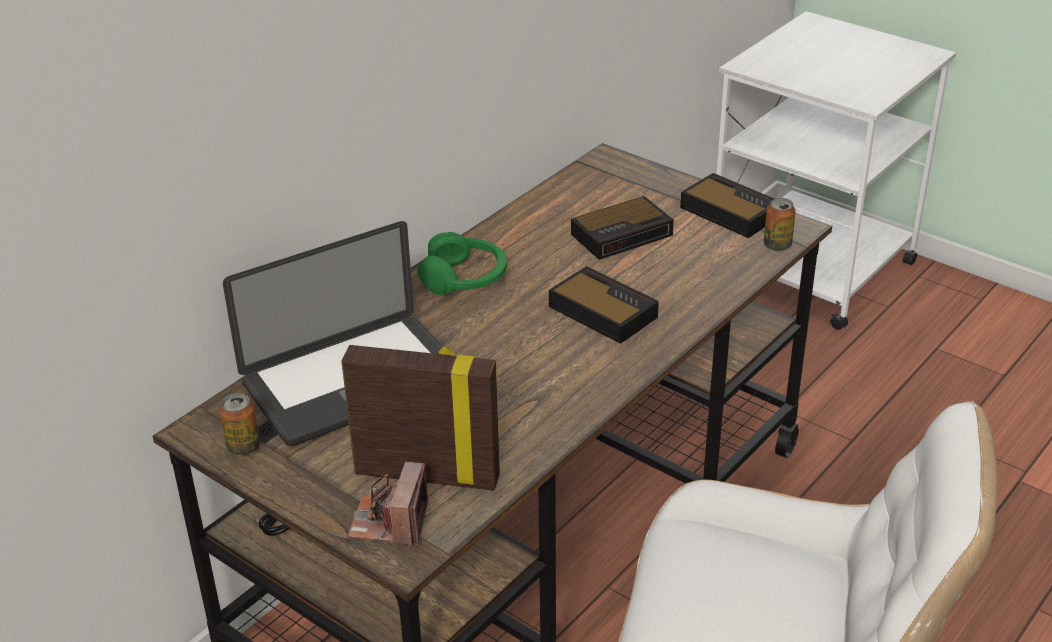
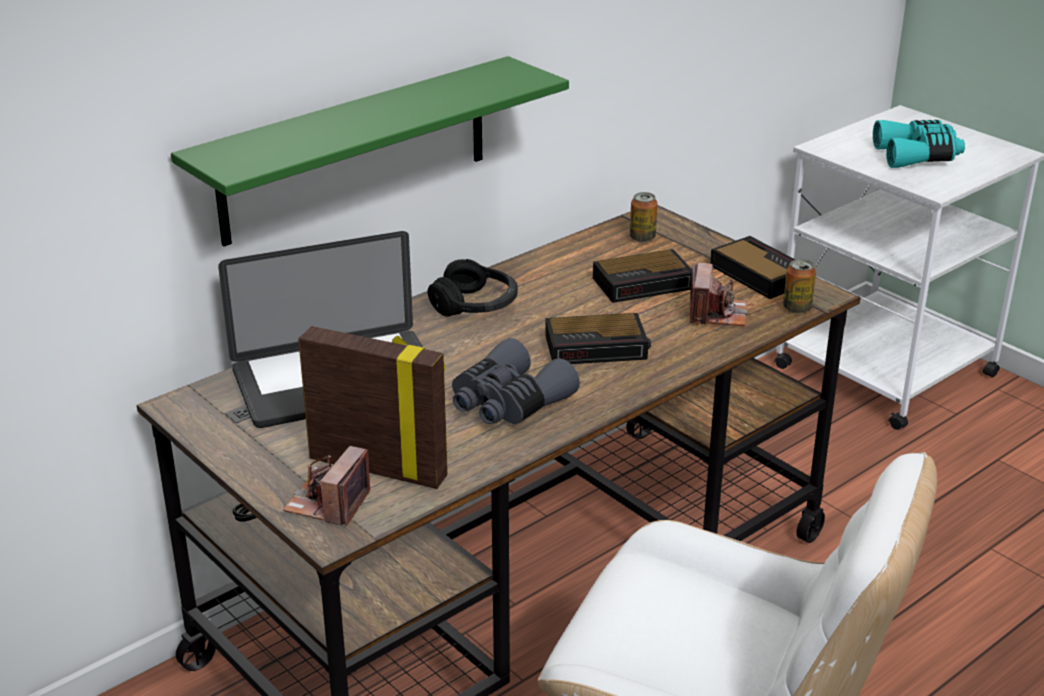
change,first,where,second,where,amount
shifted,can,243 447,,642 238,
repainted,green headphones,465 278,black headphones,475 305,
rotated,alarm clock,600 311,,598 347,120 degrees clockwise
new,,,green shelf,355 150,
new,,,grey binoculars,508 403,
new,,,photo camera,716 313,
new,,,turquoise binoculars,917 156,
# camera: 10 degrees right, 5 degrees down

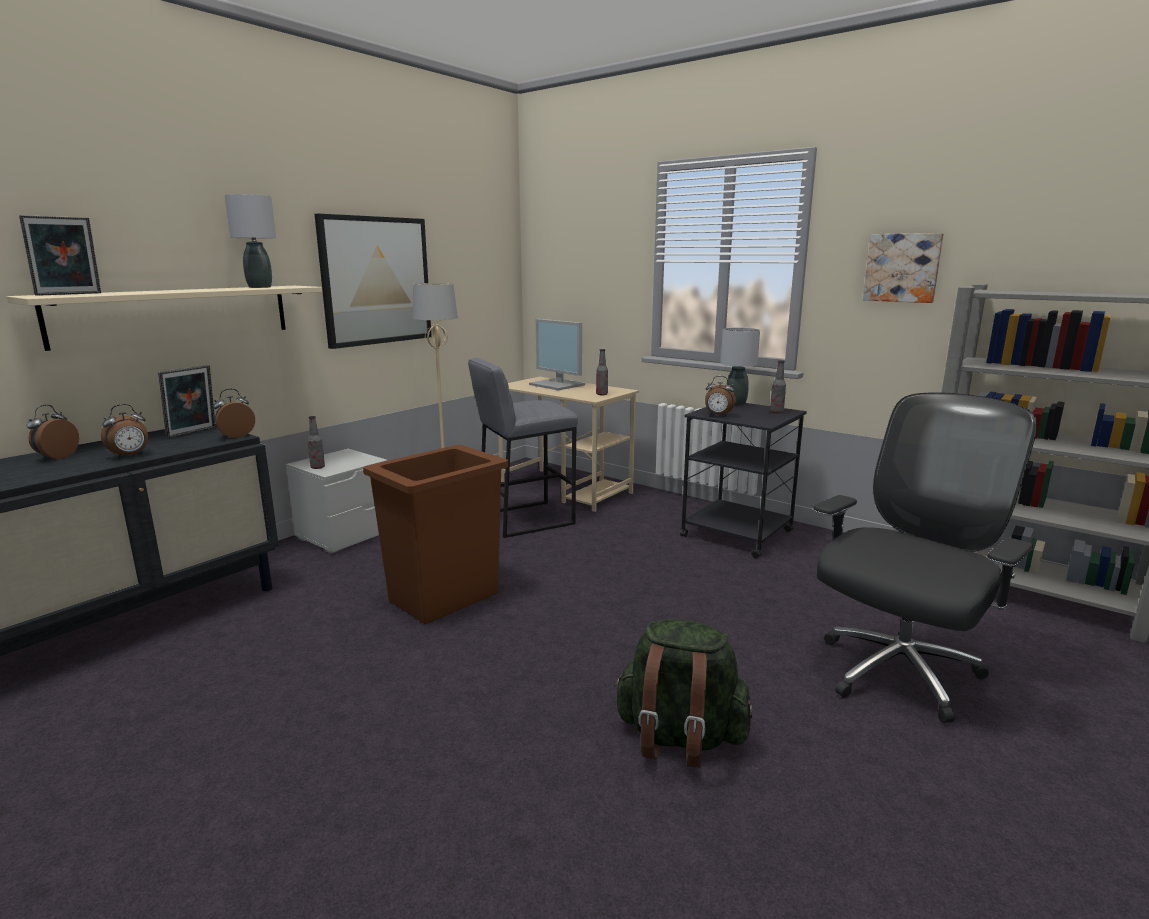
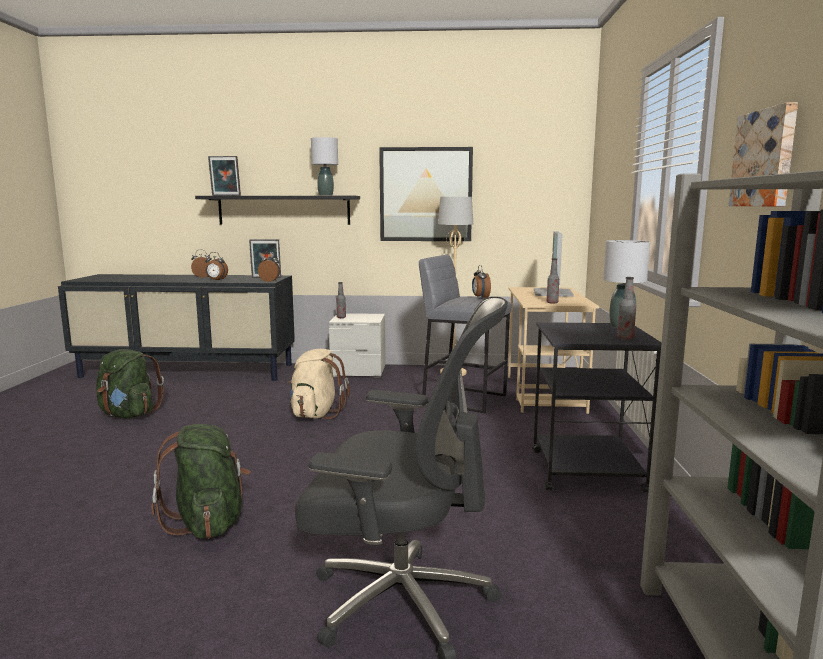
change,first,where,second,where,amount
repainted,beige shelf,175 314,black shelf,284 210,
swapped,brown trash can,445 596,beige backpack,316 414,
shifted,alarm clock,718 415,,480 297,
new,,,green backpack,129 415,
# camera: 55 degrees right, 5 degrees down

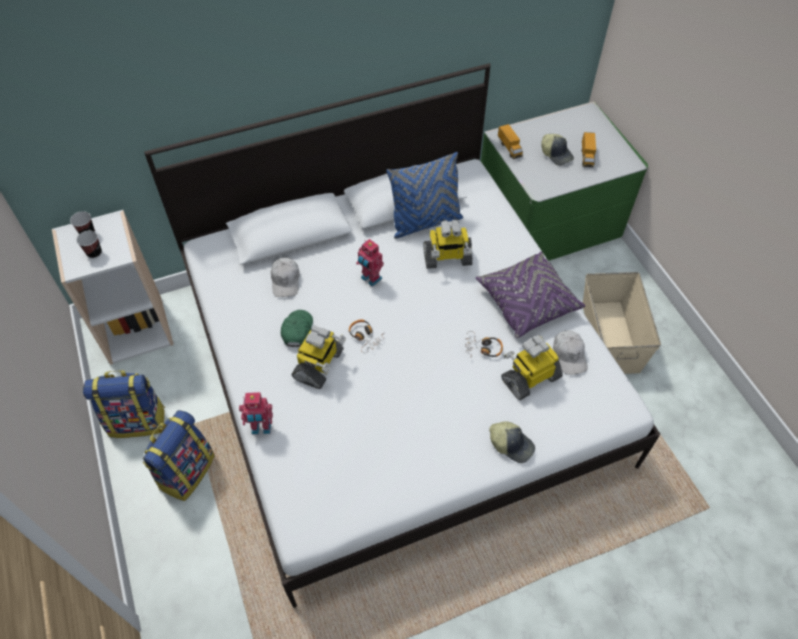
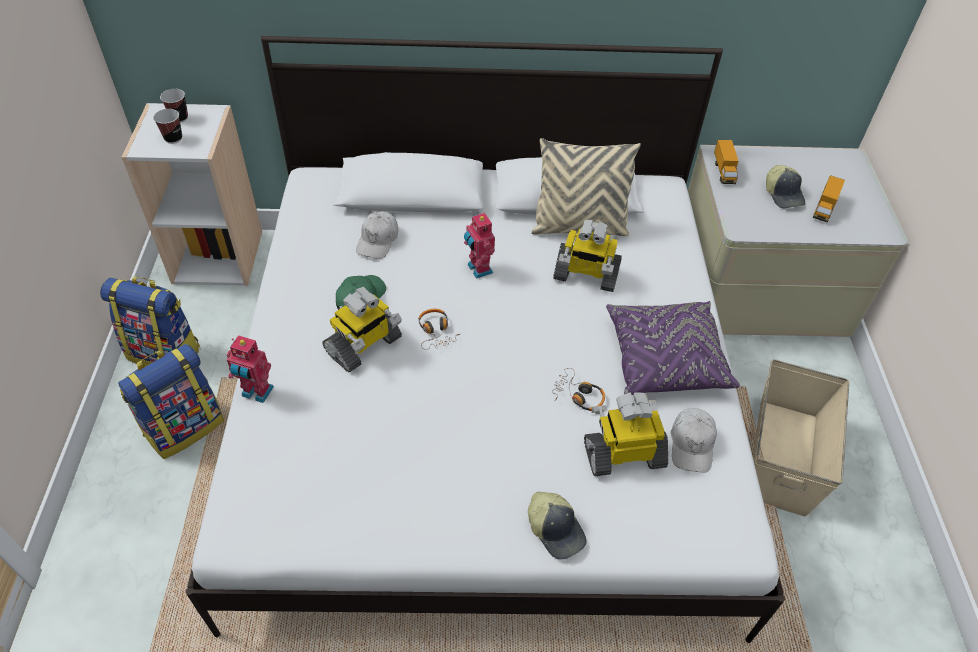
change,first,where,second,where,amount
repainted,blue pillow,425 222,beige pillow,579 227,
repainted,green nightstand,548 221,beige nightstand,758 289,
# camera: 20 degrees right, 5 degrees down

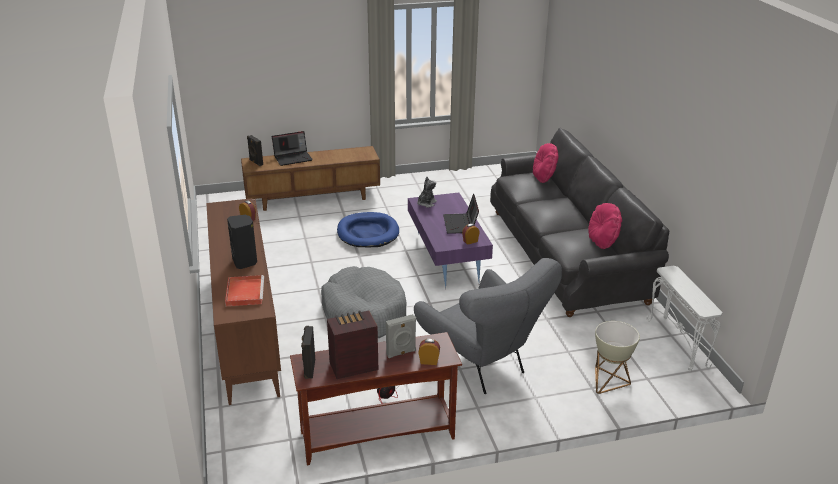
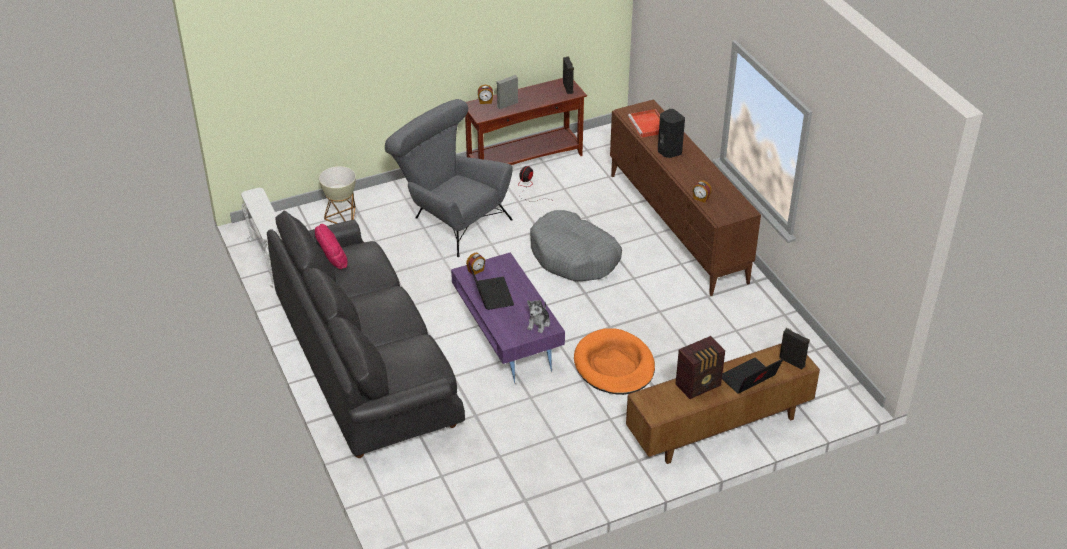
change,first,where,second,where,amount
shifted,radio,352 366,,699 385,
repainted,blue dog bed,368 233,orange dog bed,614 365,
gone,pink pillow,544 178,,,
# camera: 170 degrees right, 10 degrees up

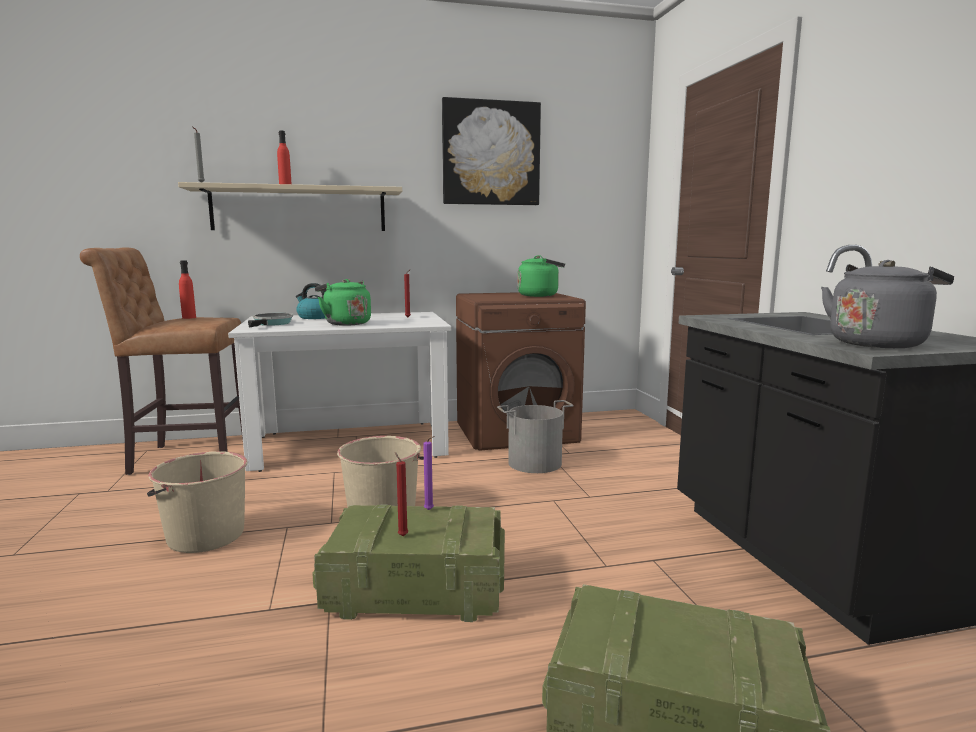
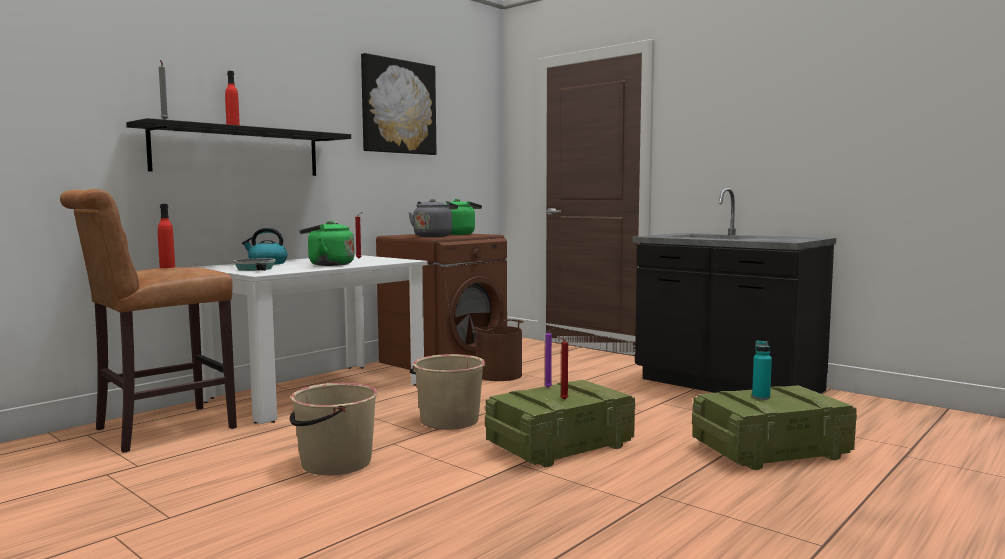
change,first,where,second,where,amount
repainted,beige shelf,299 209,black shelf,238 152,
repainted,grey bucket,534 463,brown bucket,498 375,
shifted,grey kettle,878 343,,433 236,
new,,,turquoise bottle,761 397,
# camera: 35 degrees left, 5 degrees down

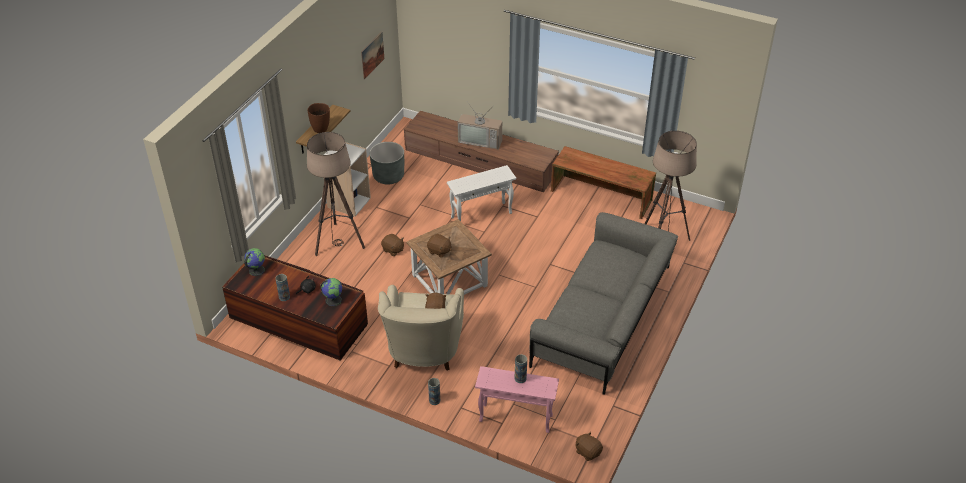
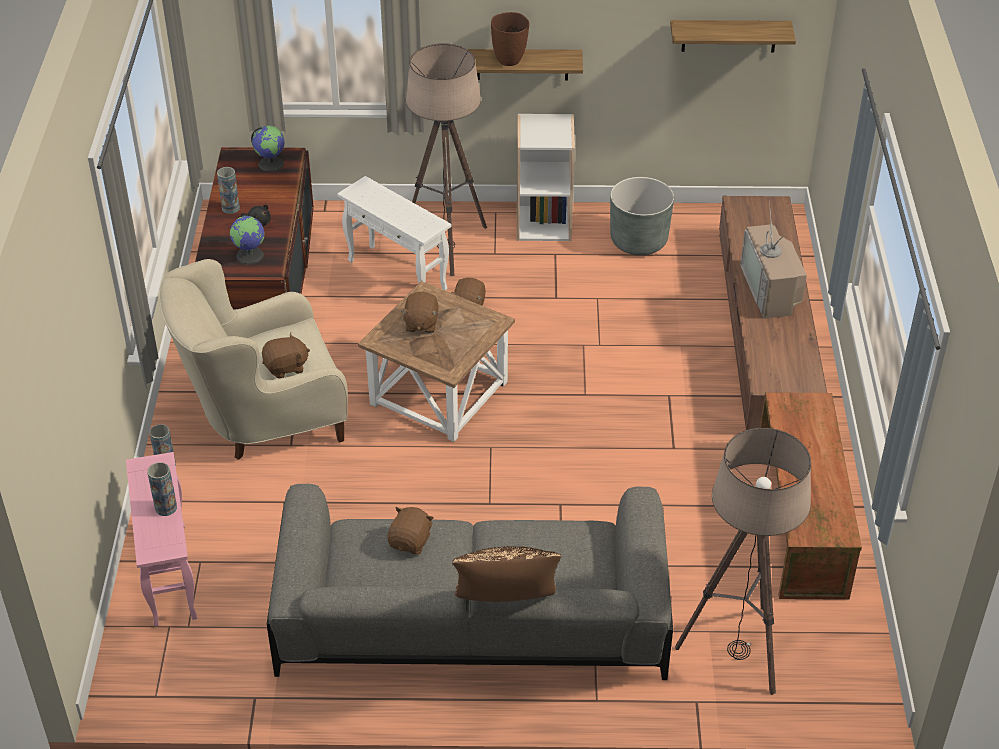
change,first,where,second,where,amount
swapped,picture,372 55,shelf,729 35,
shifted,white side table,481 215,,397 275,
shifted,brown plush toy,588 452,,411 541,
new,,,brown pillow,505 606,
# camera: 65 degrees right, 0 degrees up

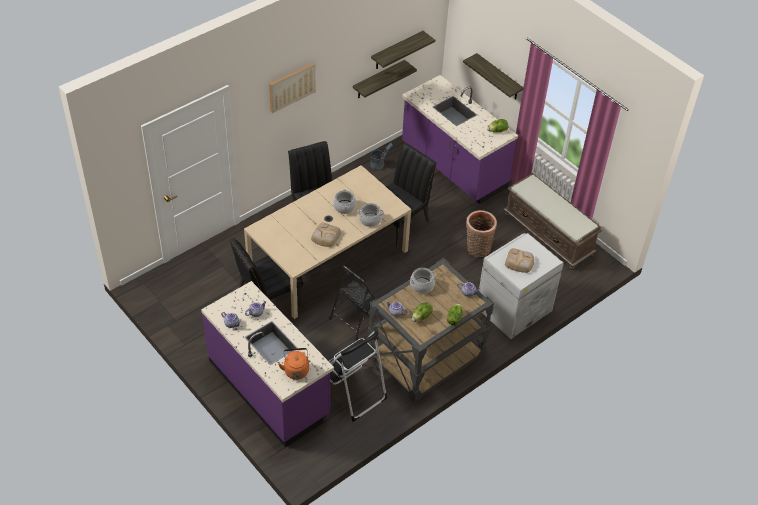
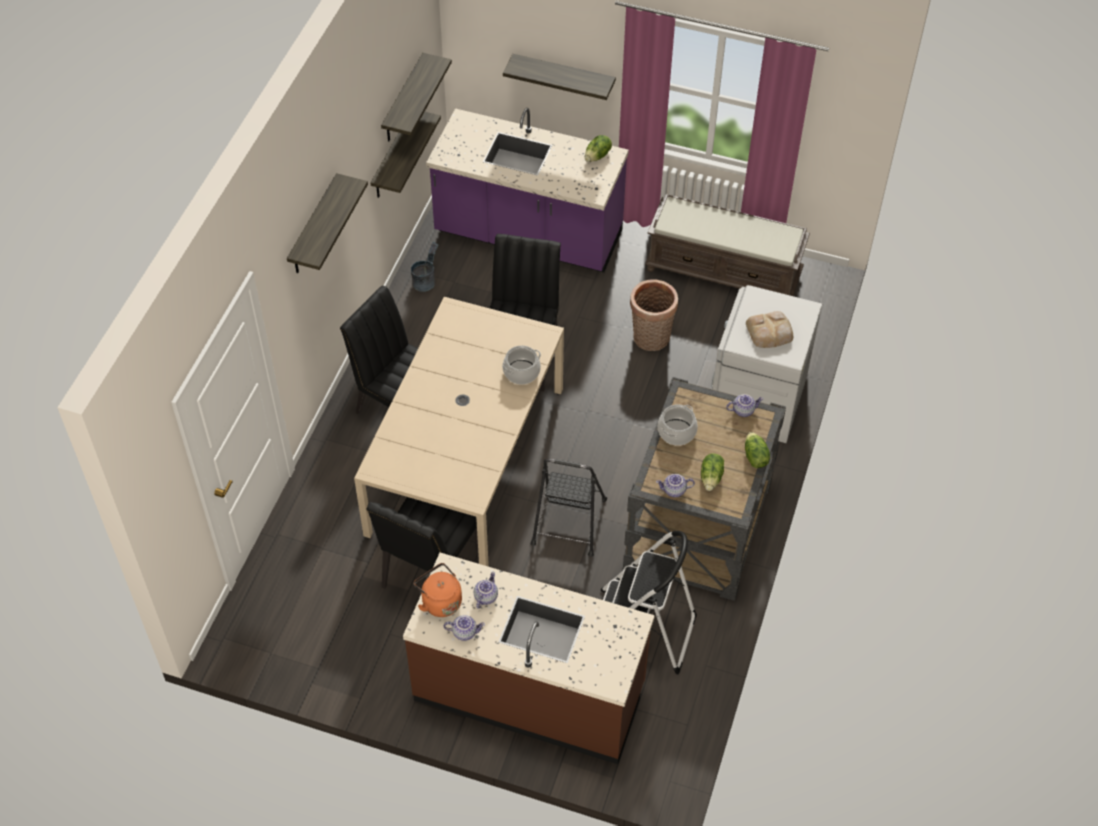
change,first,where,second,where,amount
repainted,purple counter,269 387,brown counter,530 691,
swapped,picture,291 86,shelf,313 227,
shifted,orange kettle,296 370,,440 601,
gone,bread,325 236,,,
gone,cooking pot,344 207,,,
# camera: 30 degrees left, 5 degrees up

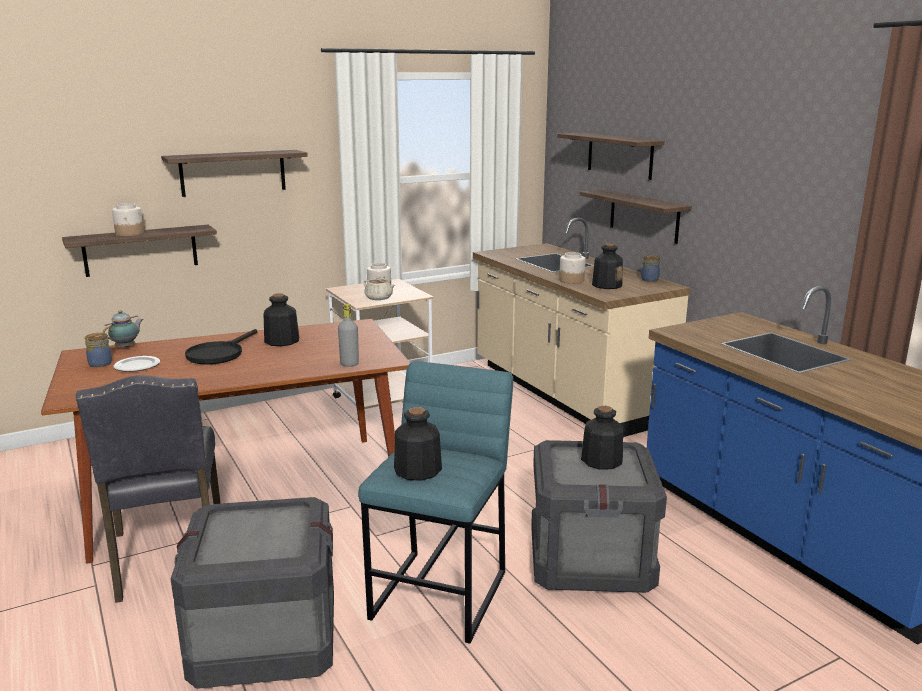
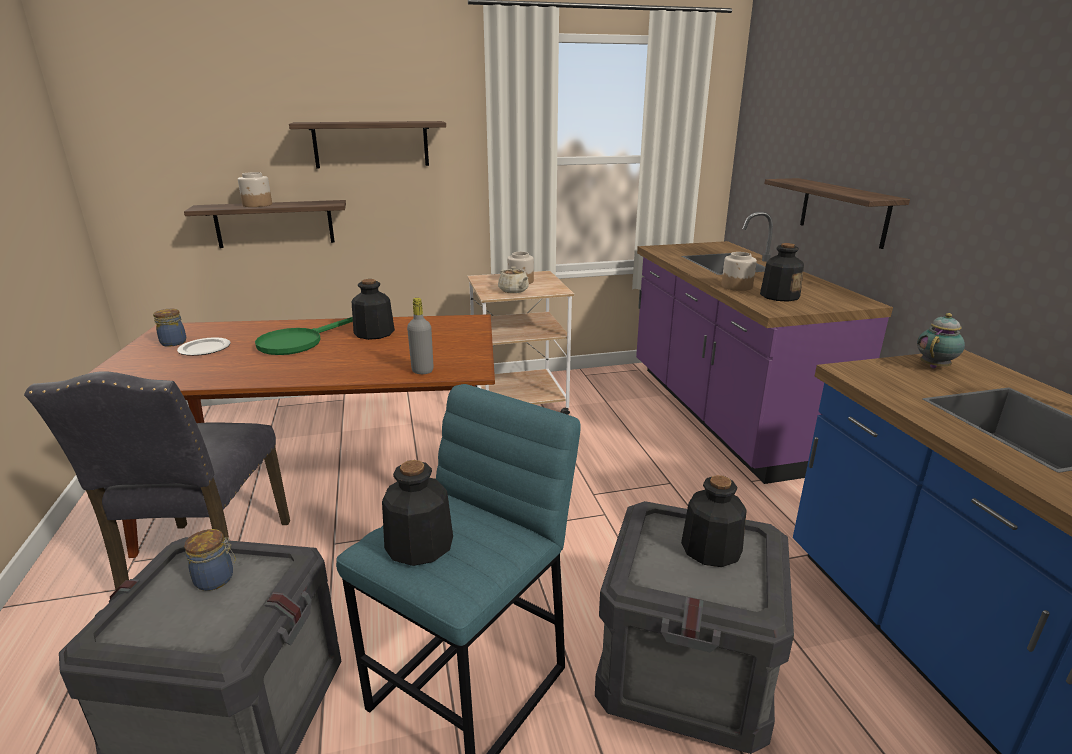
change,first,where,second,where,amount
shifted,teapot,127 347,,935 366,
repainted,black frying pan,219 354,green frying pan,297 342,
repainted,beige counter,565 393,purple counter,724 414,
gone,shelf,619 155,,,
shifted,jar,650 279,,216 579,
# camera: 15 degrees right, 5 degrees up

